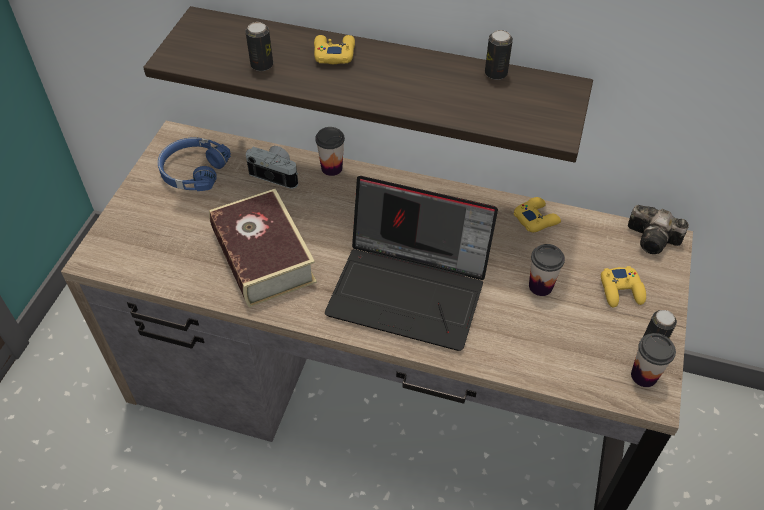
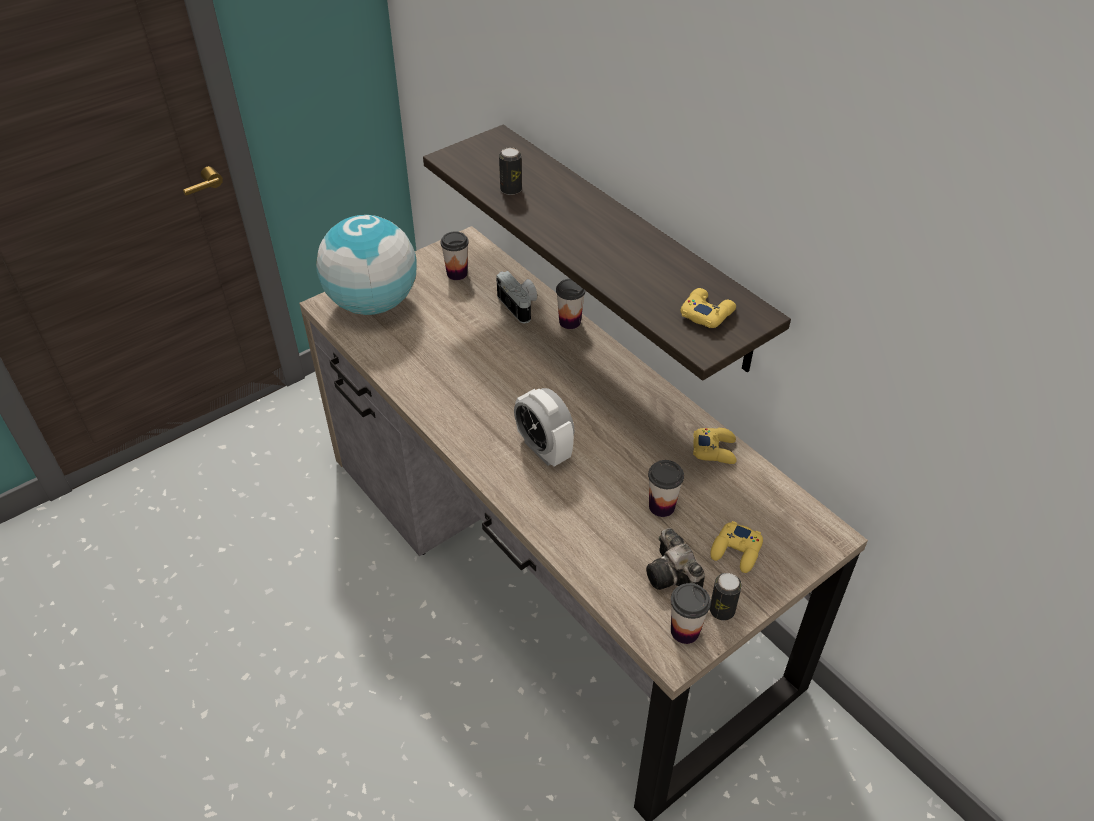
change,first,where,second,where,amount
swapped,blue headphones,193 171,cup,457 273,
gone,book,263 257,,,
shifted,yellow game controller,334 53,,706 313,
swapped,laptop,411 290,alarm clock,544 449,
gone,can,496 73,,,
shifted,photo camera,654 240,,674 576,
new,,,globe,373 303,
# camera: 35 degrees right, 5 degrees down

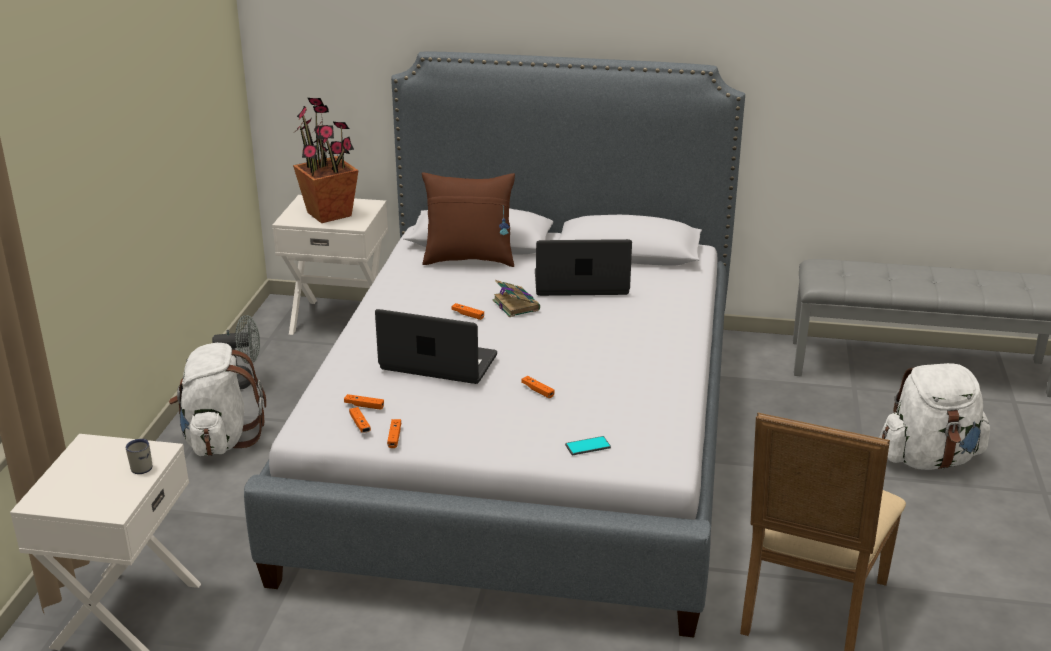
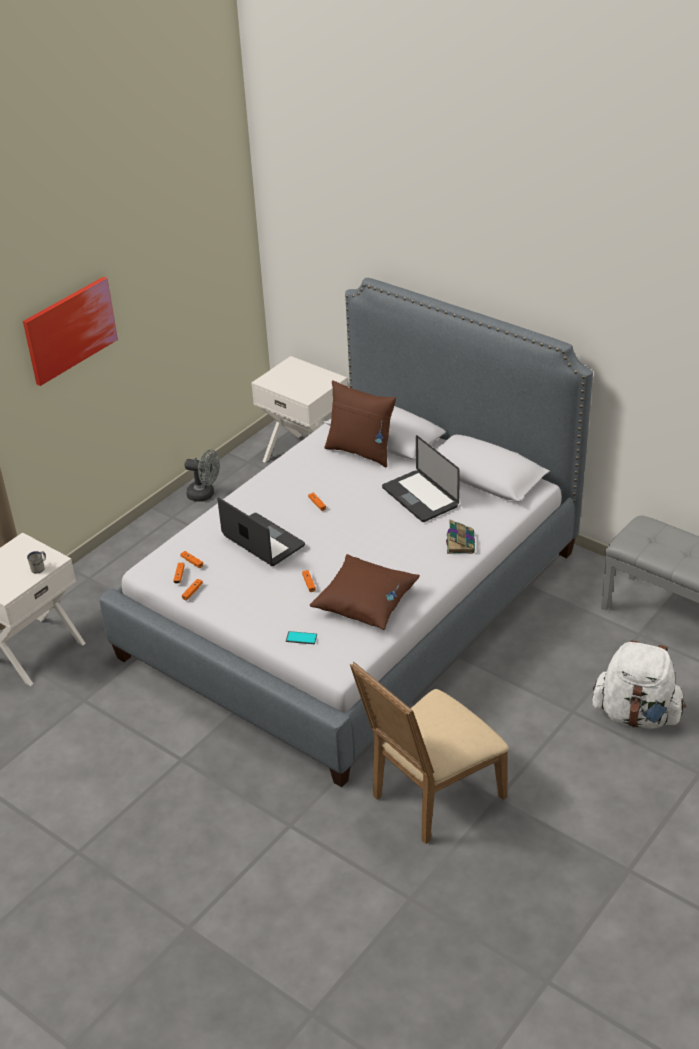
change,first,where,second,where,amount
gone,white backpack,219 439,,,
gone,potted plant,329 214,,,
shifted,book,515 305,,460 542,
rotated,laptop,581 284,,420 497,150 degrees counterclockwise
new,,,picture,70 330,
new,,,brown pillow,365 603,
# camera: 30 degrees right, 10 degrees up

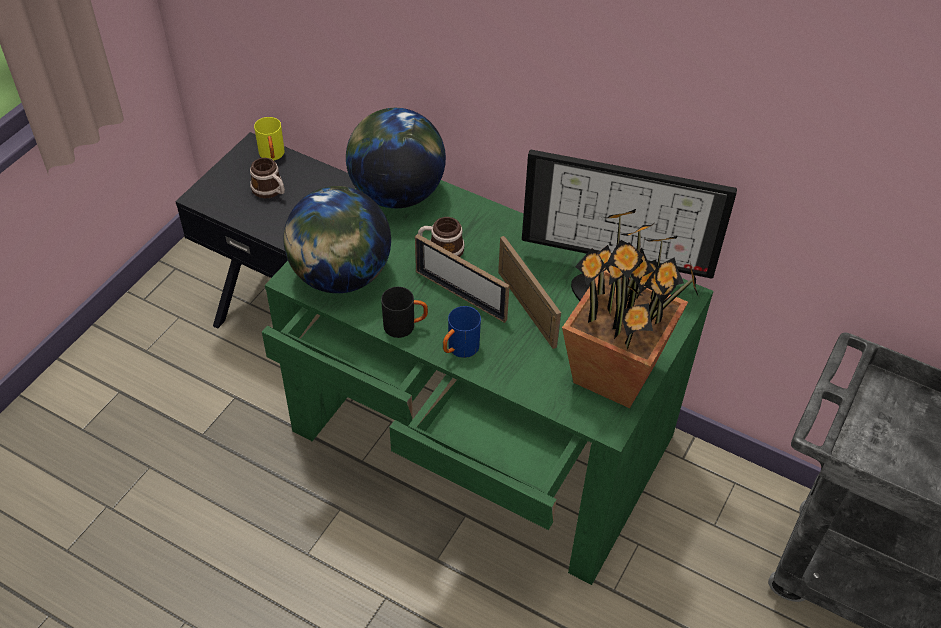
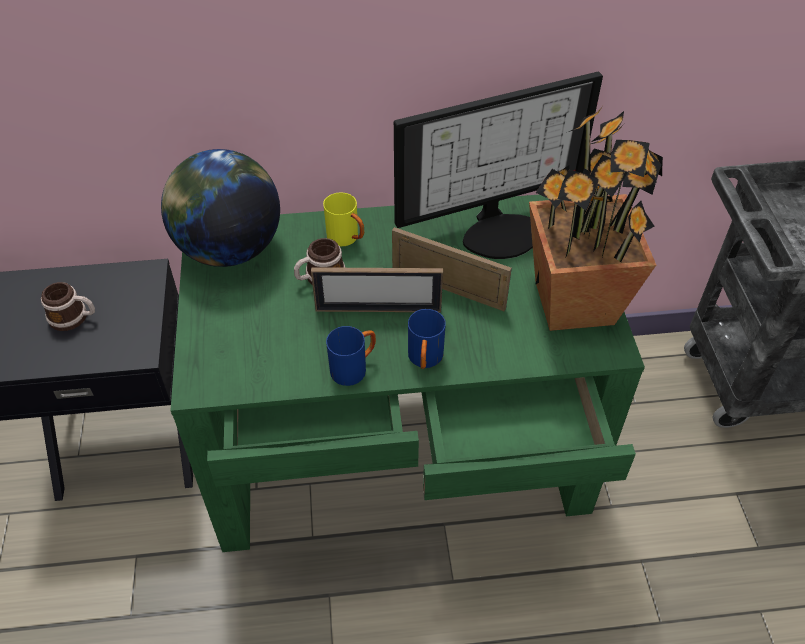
change,first,where,second,where,amount
shifted,yellow mug,272 156,,347 239,
gone,globe,340 276,,,
repainted,black mug,405 326,blue mug,354 368,
# camera: 35 degrees left, 0 degrees up

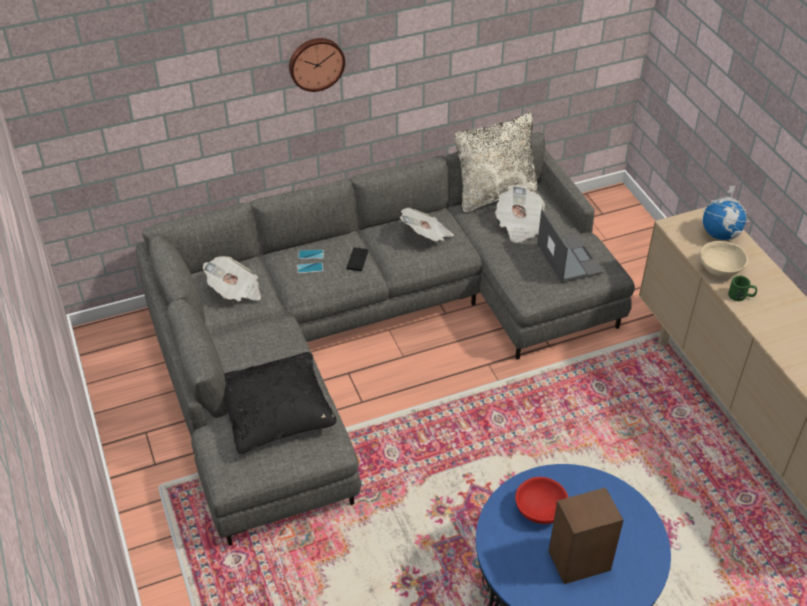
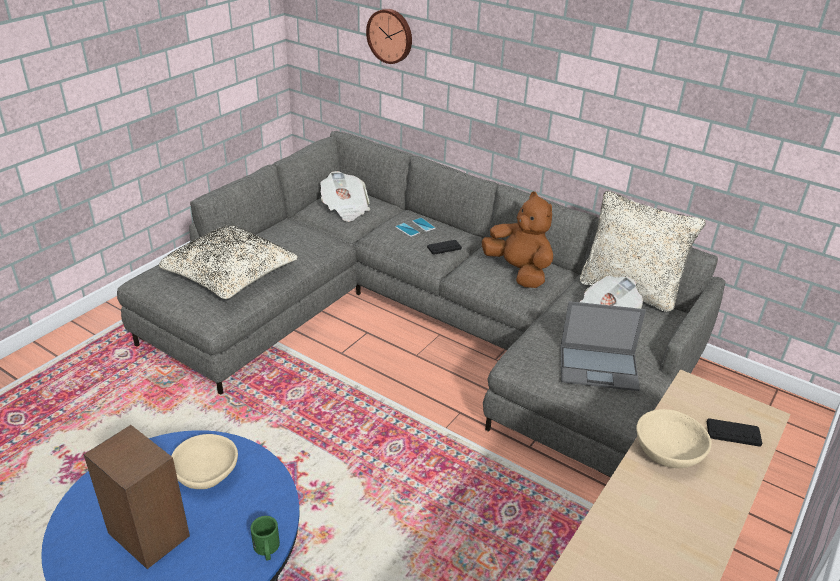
change,first,where,second,where,amount
repainted,black pillow,276 411,beige pillow,230 273,
shifted,wall clock,316 63,,390 35,
swapped,newspaper,426 236,brown plush toy,518 271,
repainted,red bowl,540 510,beige bowl,206 475,
rotated,laptop,568 258,,599 368,60 degrees clockwise
swapped,globe,720 234,black game controller,733 433,
shifted,green mug,741 296,,267 549,
# camera: 55 degrees right, 10 degrees down

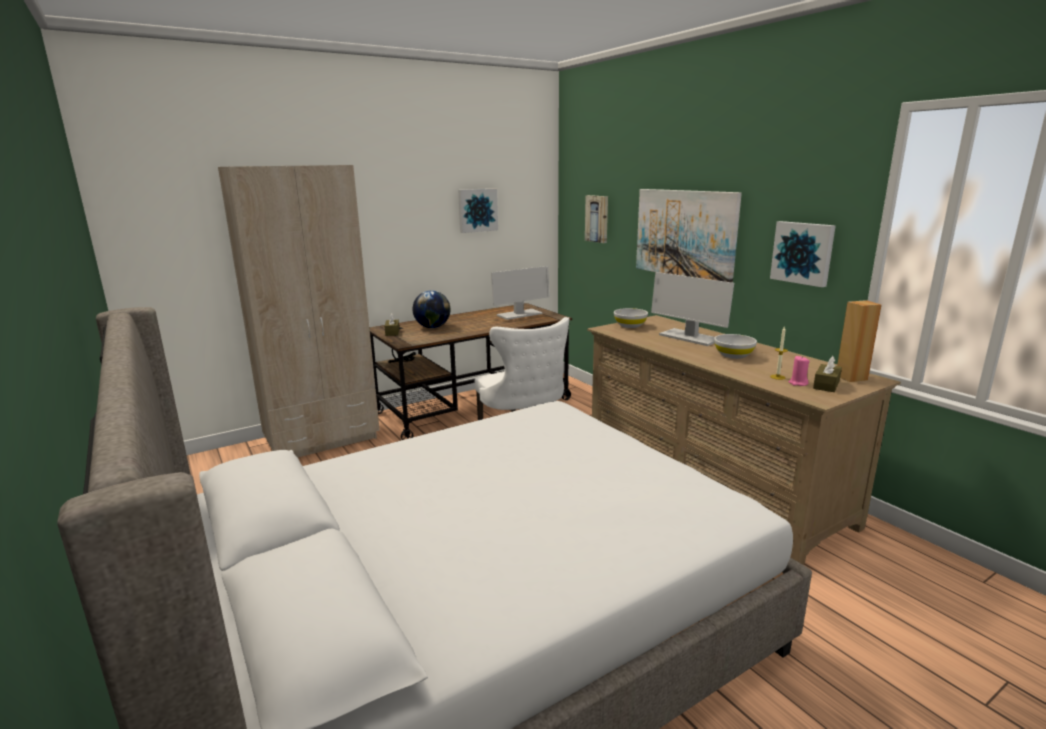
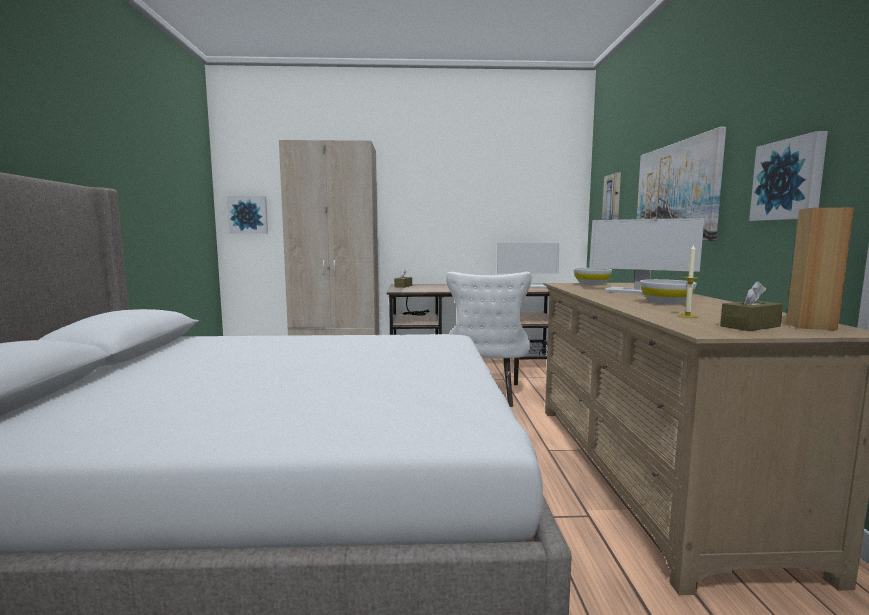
change,first,where,second,where,amount
gone,globe,432 327,,,
shifted,picture,477 210,,248 215,
rotated,monitor,689 337,,640 292,45 degrees counterclockwise
gone,pink candle,798 383,,,
# camera: 30 degrees right, 10 degrees down

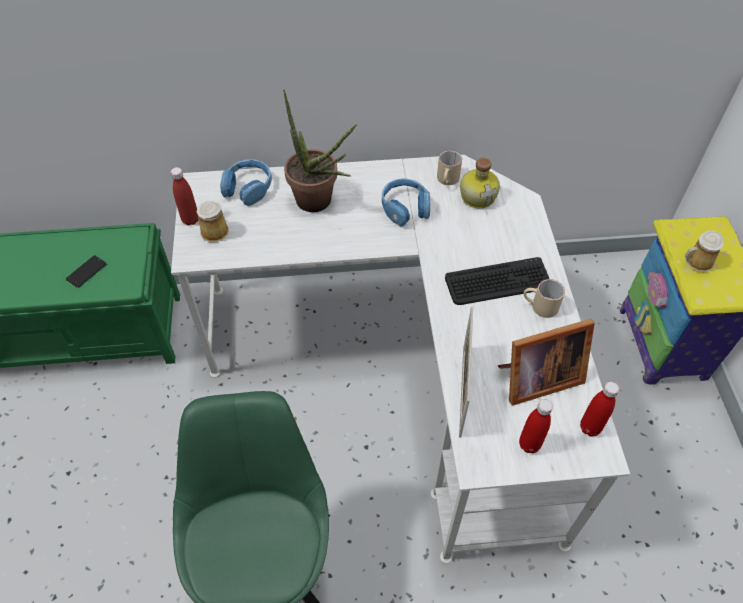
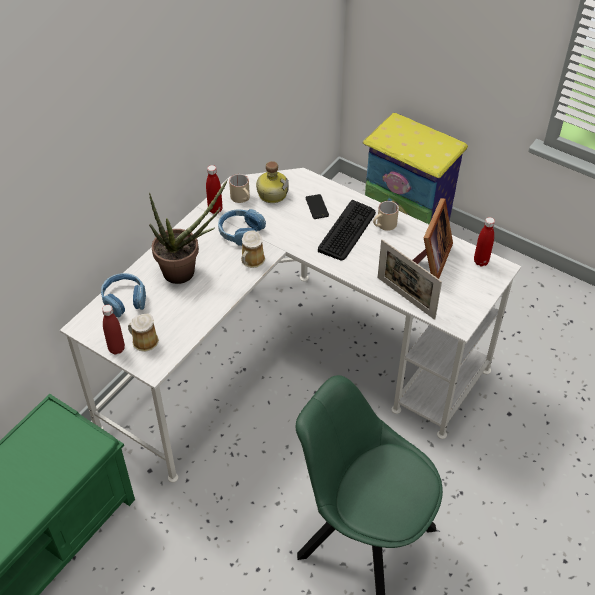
change,first,where,second,where,amount
shifted,phone,86 272,,317 207,
shifted,red bottle,529 444,,215 209,
shifted,mug,696 262,,252 261,
# camera: 50 degrees left, 5 degrees down

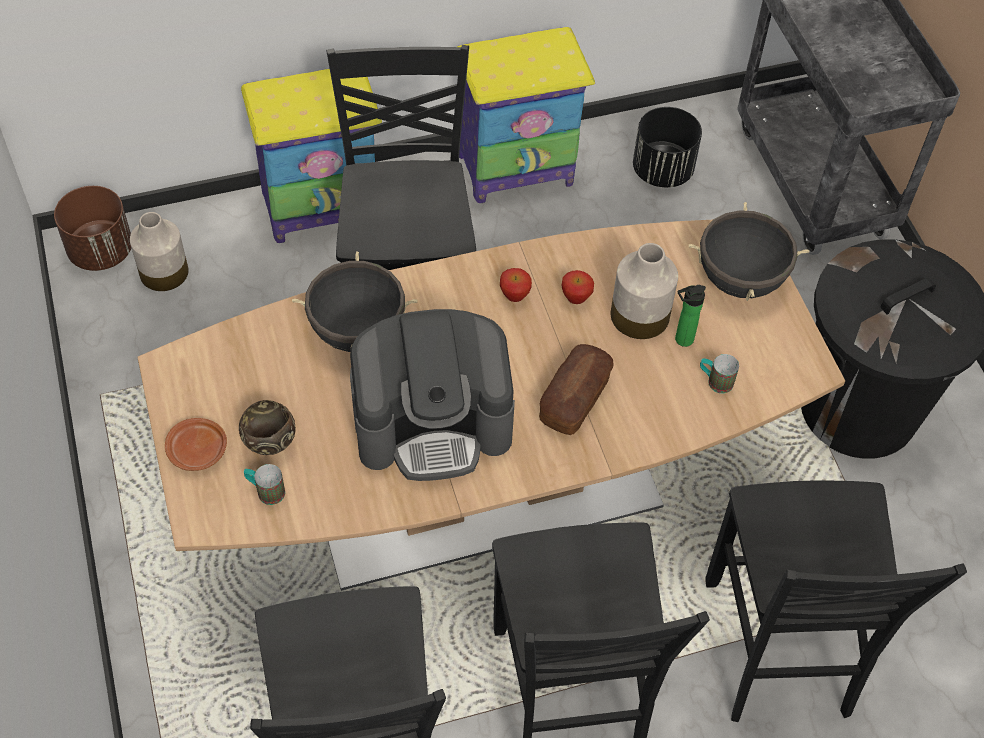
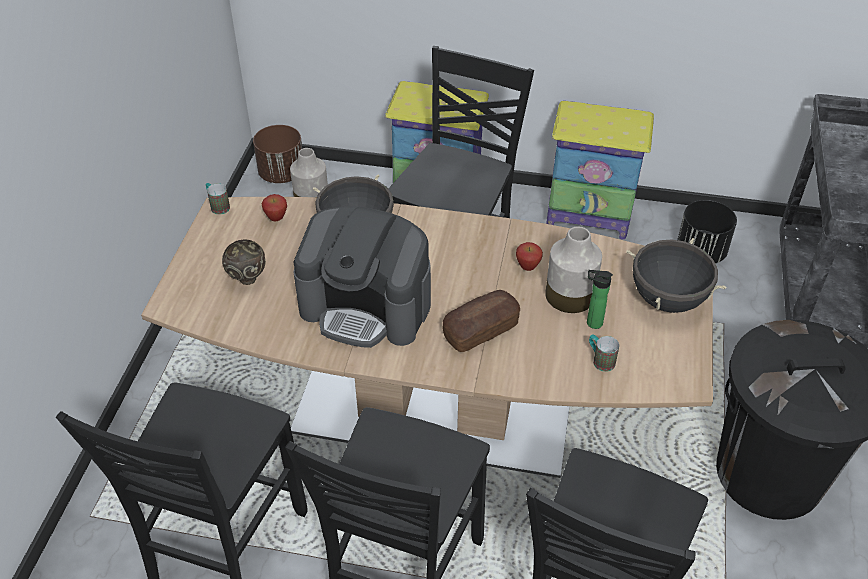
change,first,where,second,where,amount
gone,brown plate,198 451,,,
shifted,mug,265 491,,218 206,
shifted,apple,514 297,,276 219,
# camera: 30 degrees right, 10 degrees down

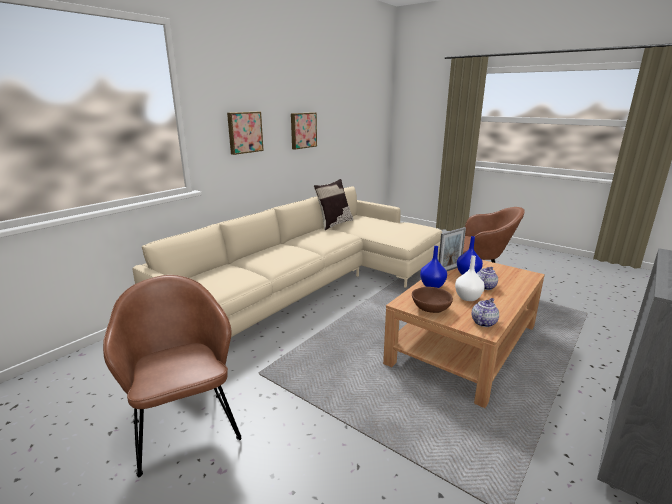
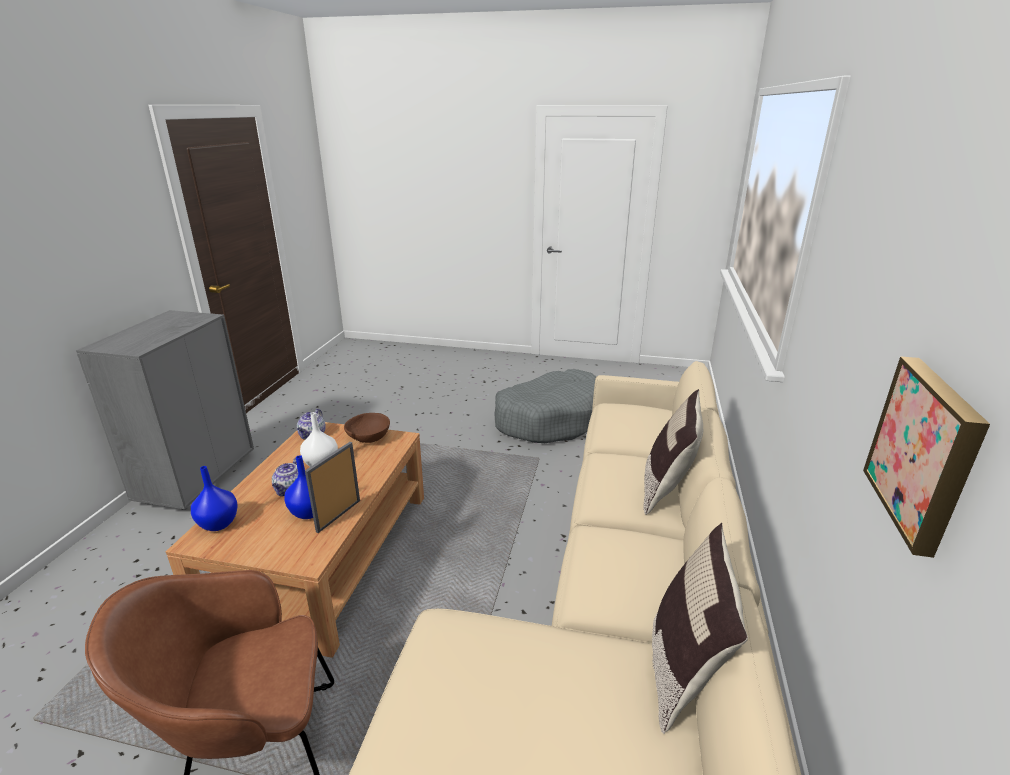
change,first,where,second,where,amount
swapped,brown armchair,184 424,grey dog bed,550 419,
gone,picture,244 132,,,
shifted,blue vase,432 285,,218 524,
new,,,pillow,667 489,
# camera: 155 degrees right, 5 degrees up

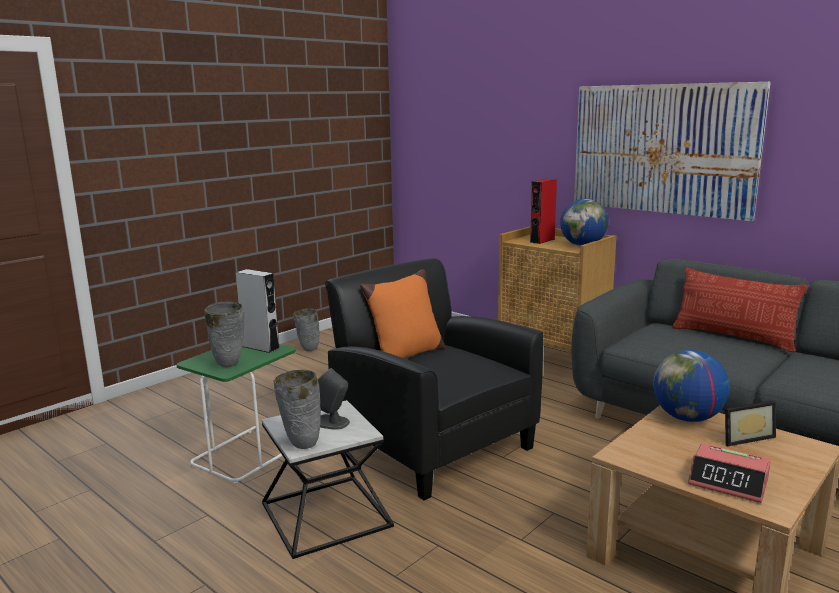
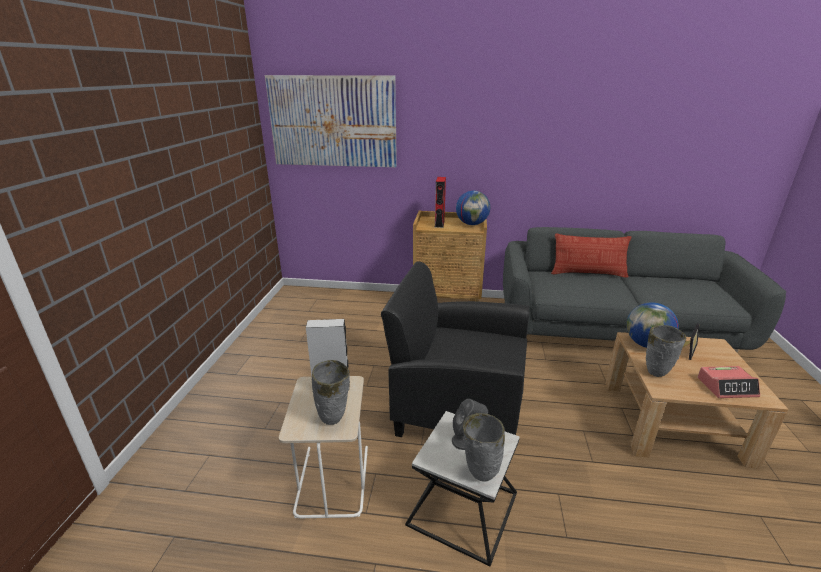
change,first,where,second,where,amount
repainted,green side table,247 453,beige side table,332 479,
shifted,grey vase,308 349,,655 374,
gone,orange pillow,406 355,,,
shifted,picture,662 149,,333 122,
# camera: 35 degrees left, 10 degrees up

